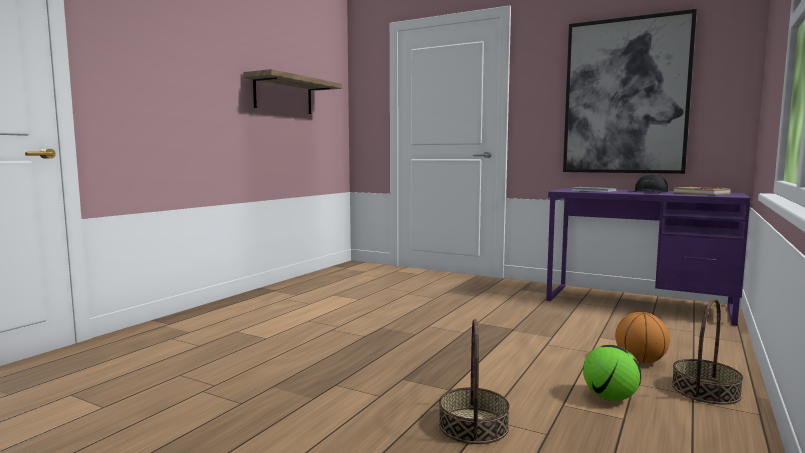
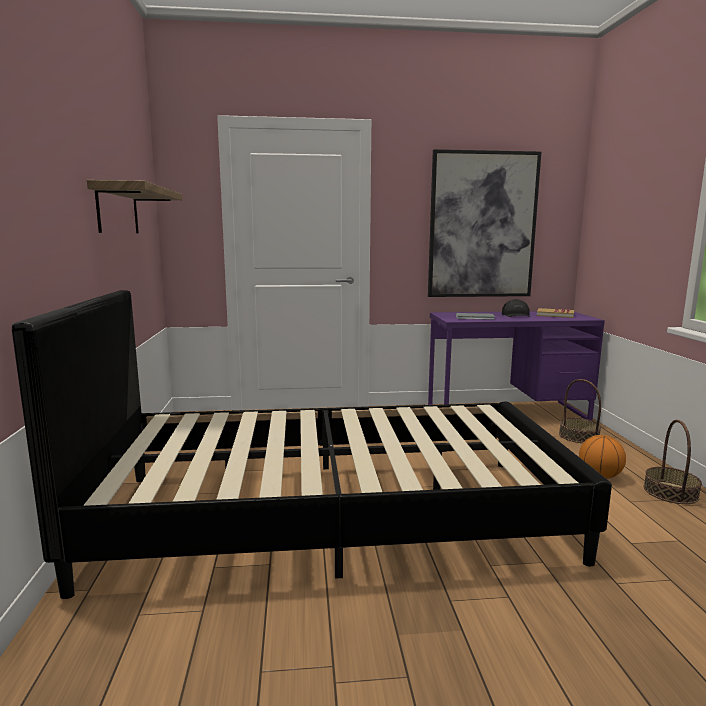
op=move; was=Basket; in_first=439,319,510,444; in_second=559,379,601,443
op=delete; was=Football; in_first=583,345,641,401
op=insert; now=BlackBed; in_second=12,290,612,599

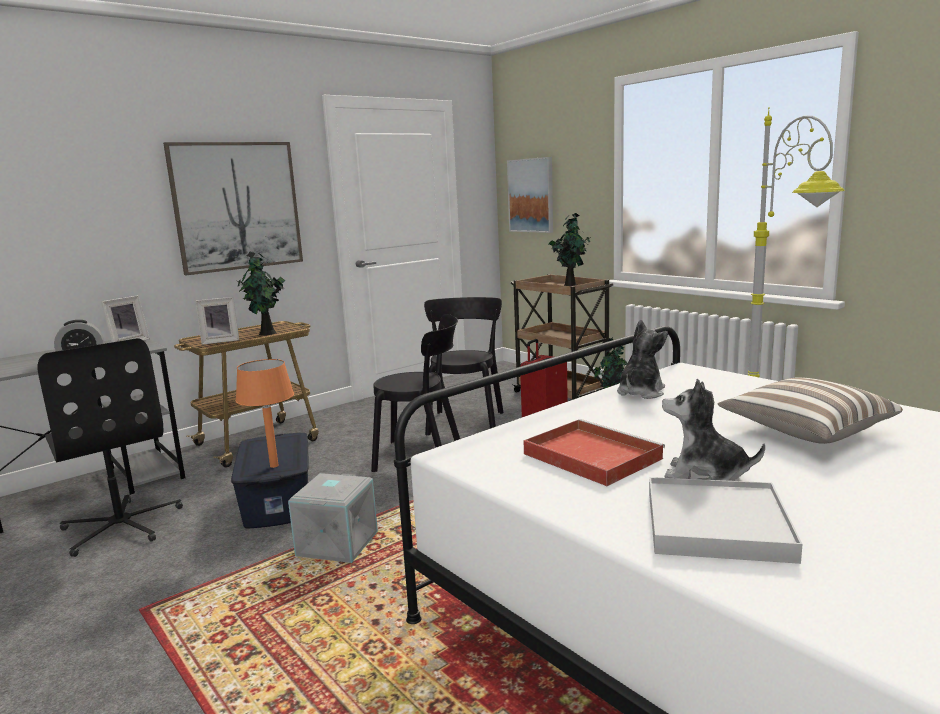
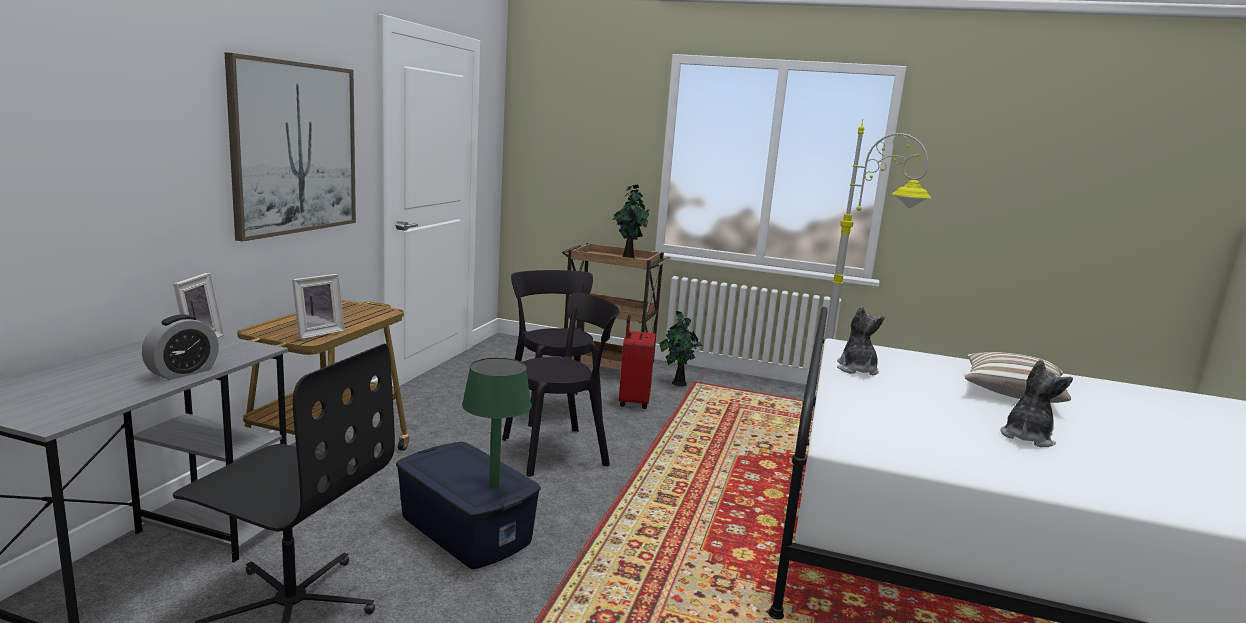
op=recolor; was=OrangeTableLamp; now=GreenTableLamp; in_first=236,359,294,468; in_second=462,358,532,489
op=delete; was=PottedPlant; in_first=237,252,285,335
op=delete; was=GreyStorageBox; in_first=288,473,378,563
op=delete; was=Picture; in_first=507,157,553,233
op=delete; was=RedTray; in_first=523,419,665,486
op=delete; was=WhiteTray; in_first=649,477,803,564
op=rotate; was=PlushToy; in_first=662,379,765,481; in_second=1000,359,1073,447; clockwise=135

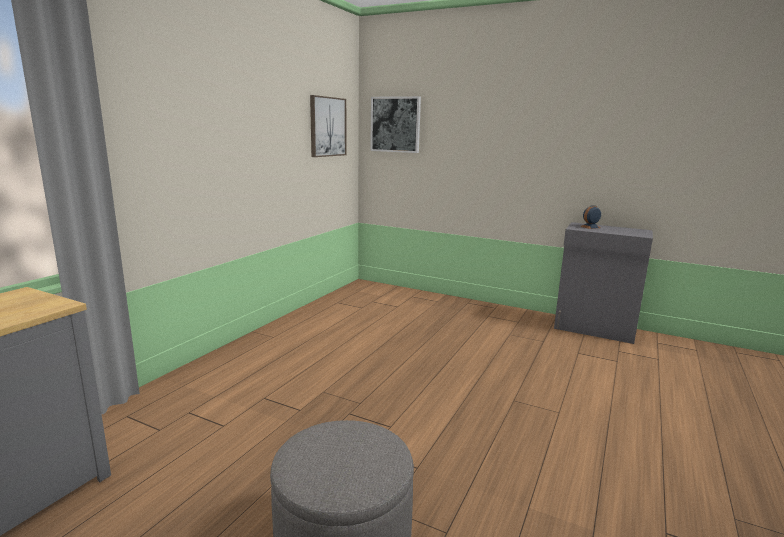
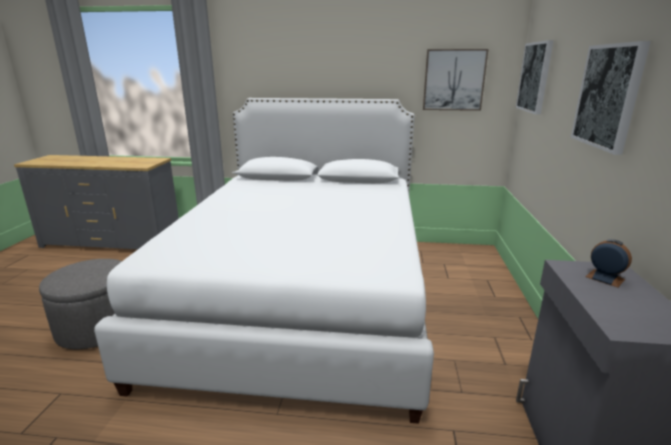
op=insert; now=WhiteBed; in_second=94,98,434,424
op=insert; now=Picture; in_second=571,41,651,155

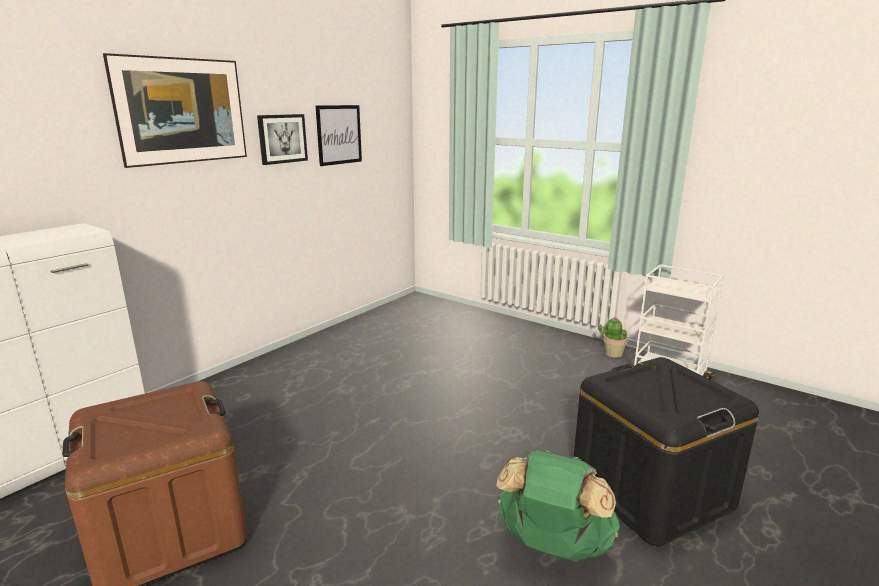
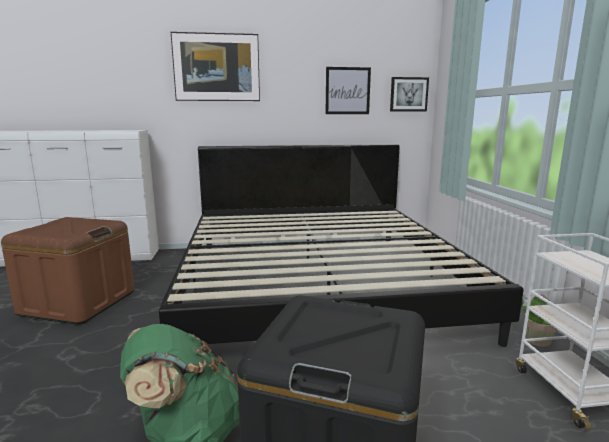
op=move; was=Picture; in_first=257,114,308,165; in_second=390,77,429,111
op=insert; now=Bed; in_second=159,144,524,347

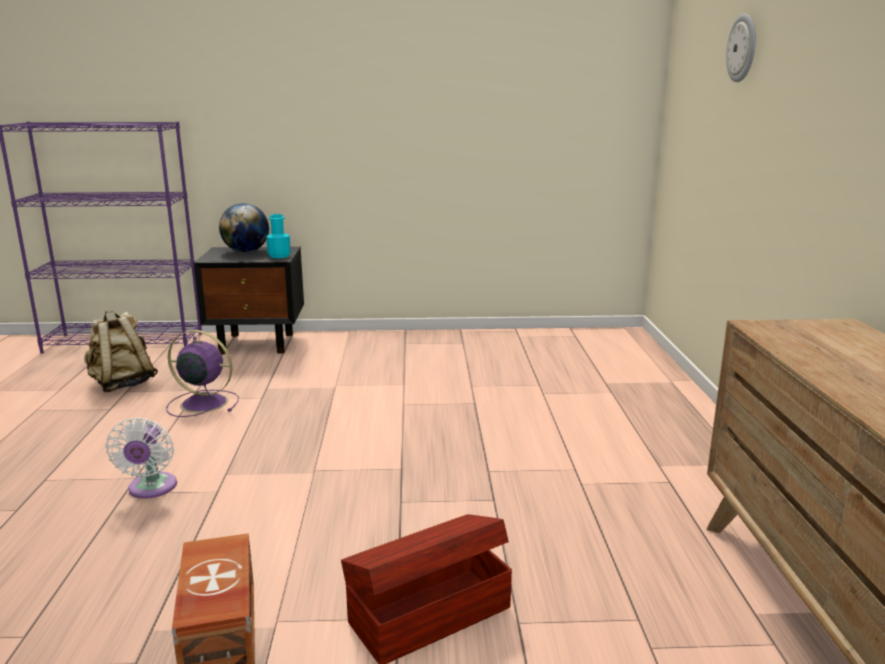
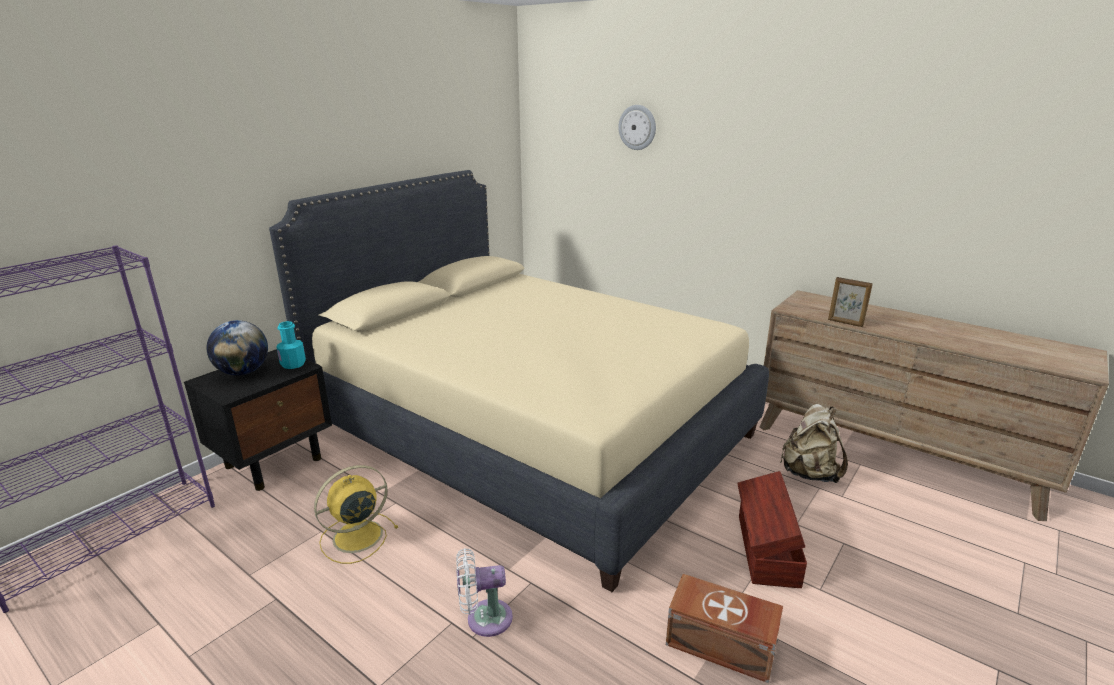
op=move; was=BeigeBackpack; in_first=84,311,158,392; in_second=780,404,848,483
op=rotate; was=WhiteFan; in_first=105,417,177,499; in_second=456,548,513,637; clockwise=135
op=recolor; was=PurpleFan; now=YellowFan; in_first=166,330,239,417; in_second=314,465,398,564
op=insert; now=BeigeBed; in_second=269,170,769,592
op=insert; now=PictureFrame; in_second=828,277,873,327

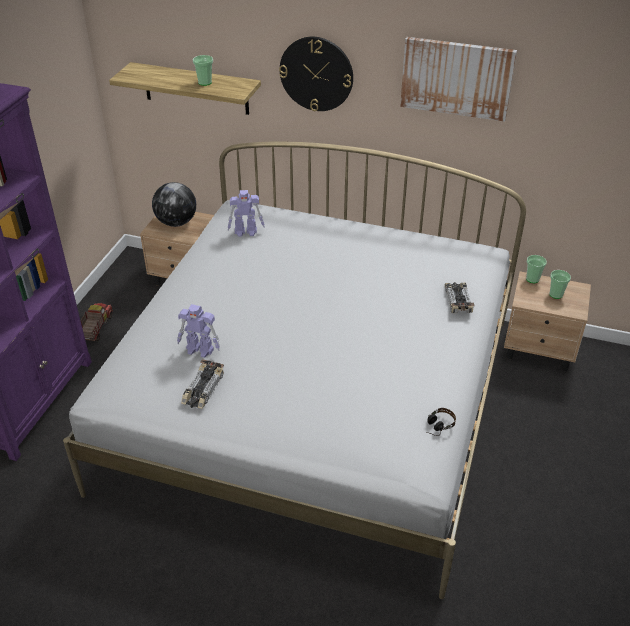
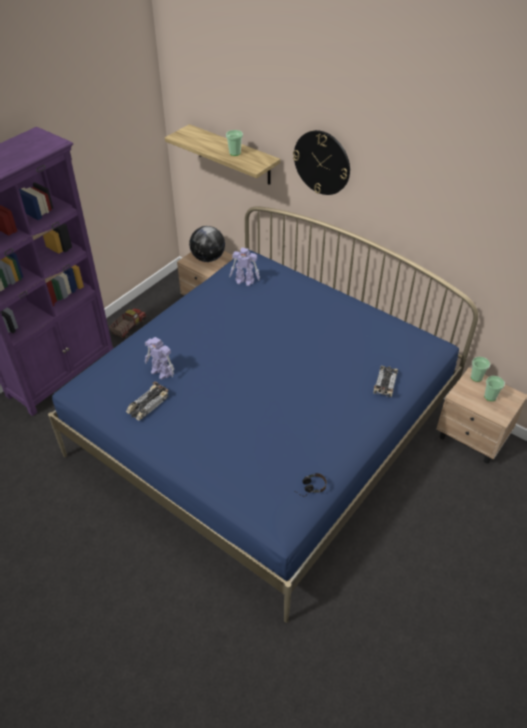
op=recolor; was=WhiteBed; now=BlueBed; in_first=63,142,526,599; in_second=48,206,478,623
op=delete; was=Picture; in_first=400,37,517,122

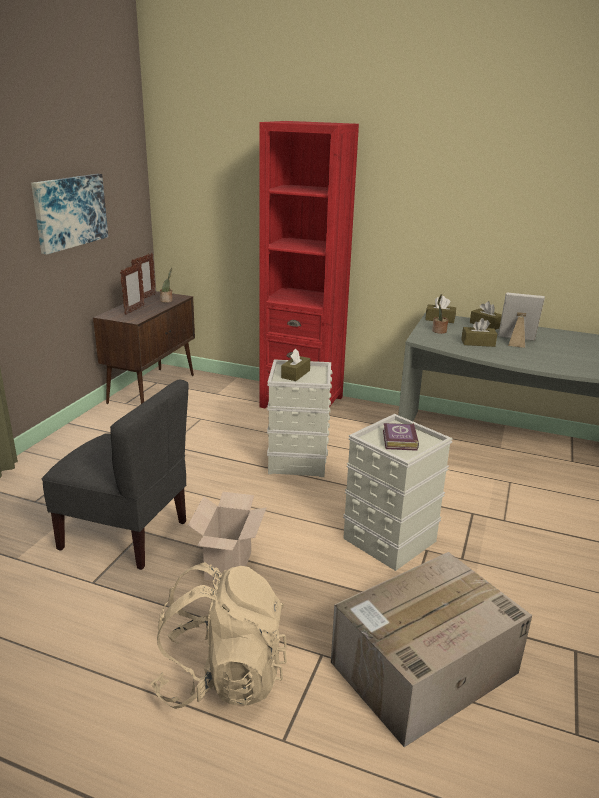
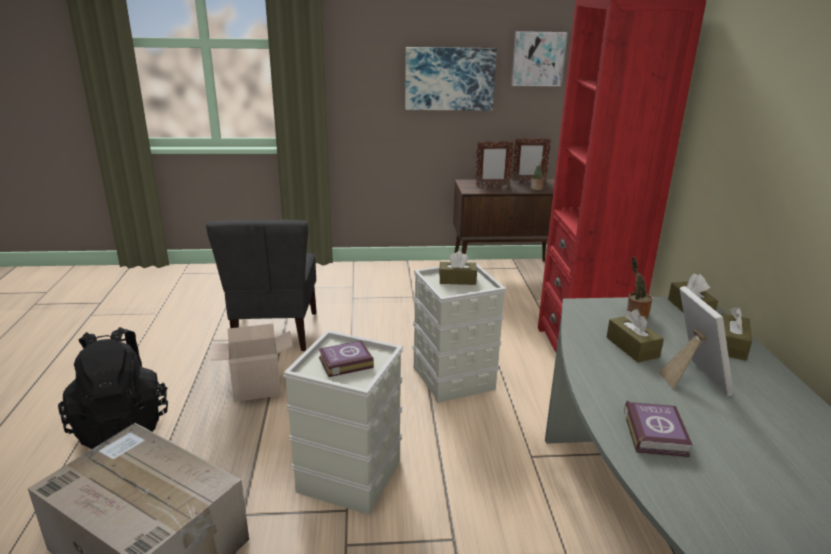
op=recolor; was=BeigeBackpack; now=BlackBackpack; in_first=150,562,287,709; in_second=58,327,168,449
op=insert; now=Picture; in_second=511,31,568,87
op=insert; now=Book; in_second=624,401,692,457

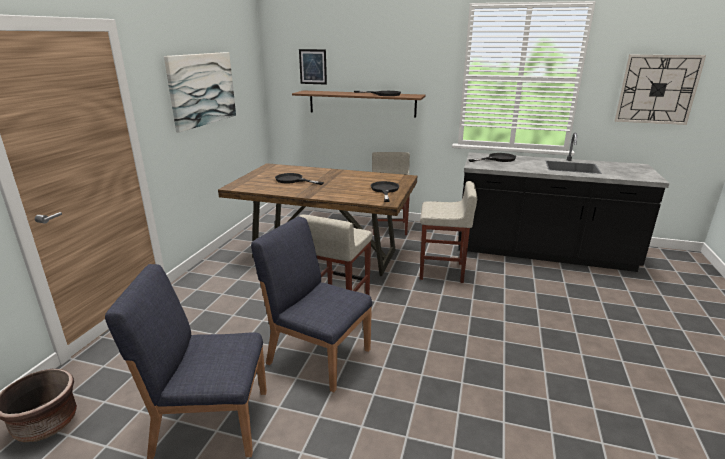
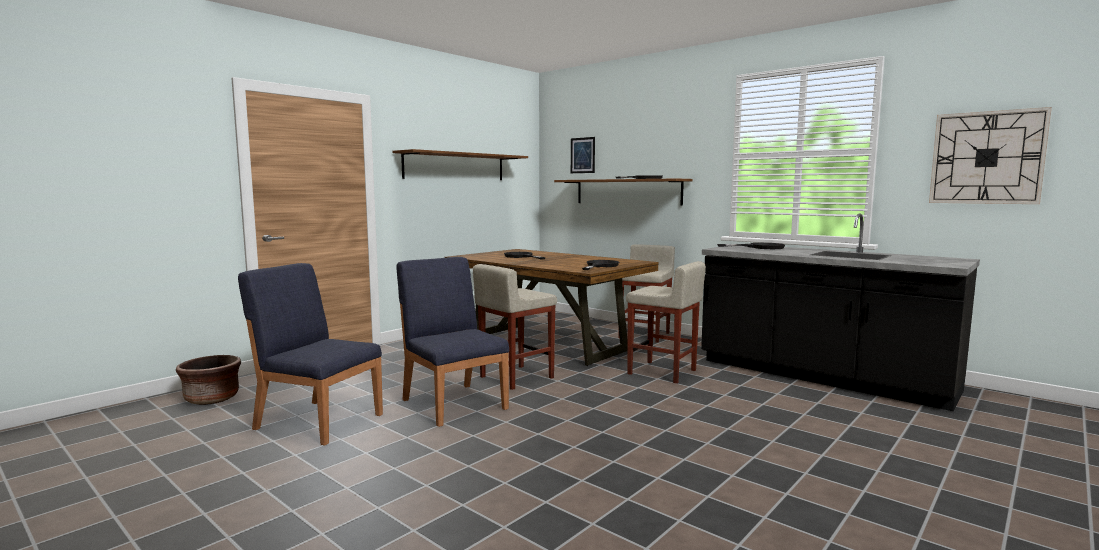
op=replace; was=Picture; now=Shelf; in_first=164,52,236,132; in_second=393,149,528,180

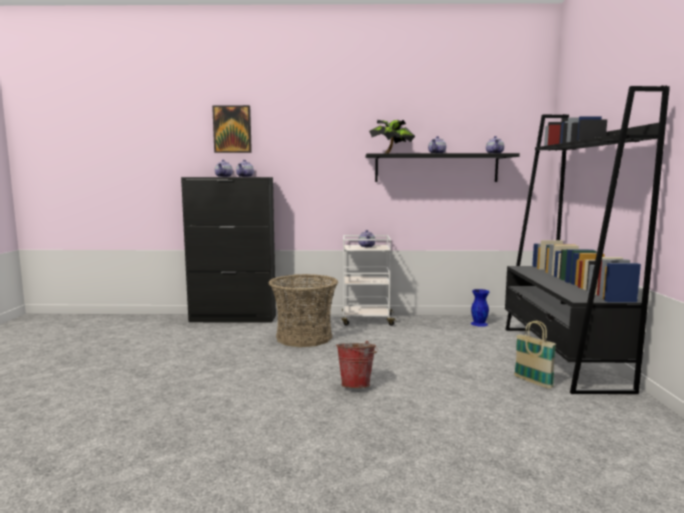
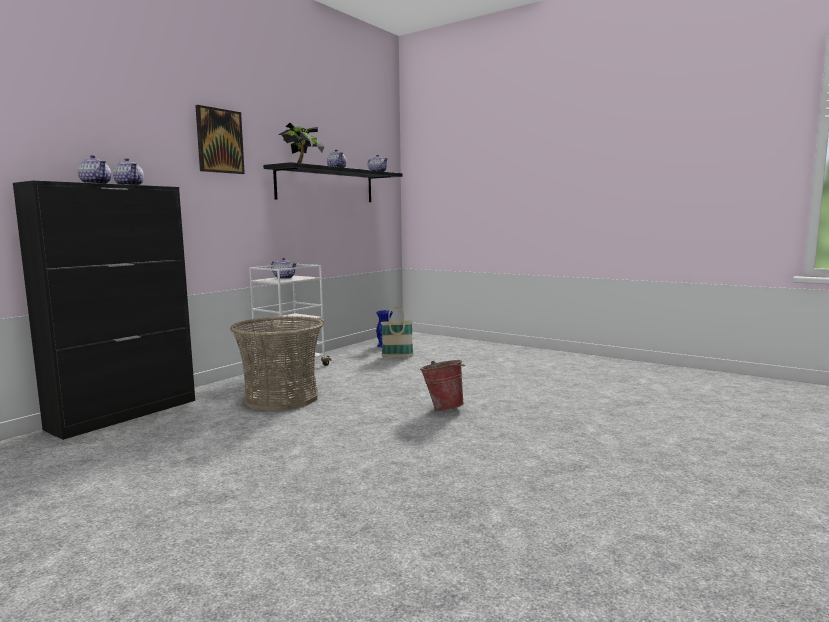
op=move; was=Picture; in_first=212,105,252,153; in_second=195,105,245,174
op=delete; was=BlackBookcase; in_first=505,86,670,394
op=move; was=Basket; in_first=514,321,556,389; in_second=381,307,414,357

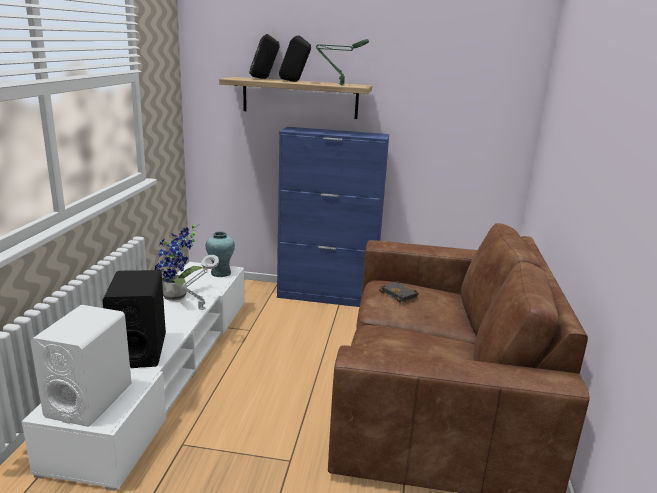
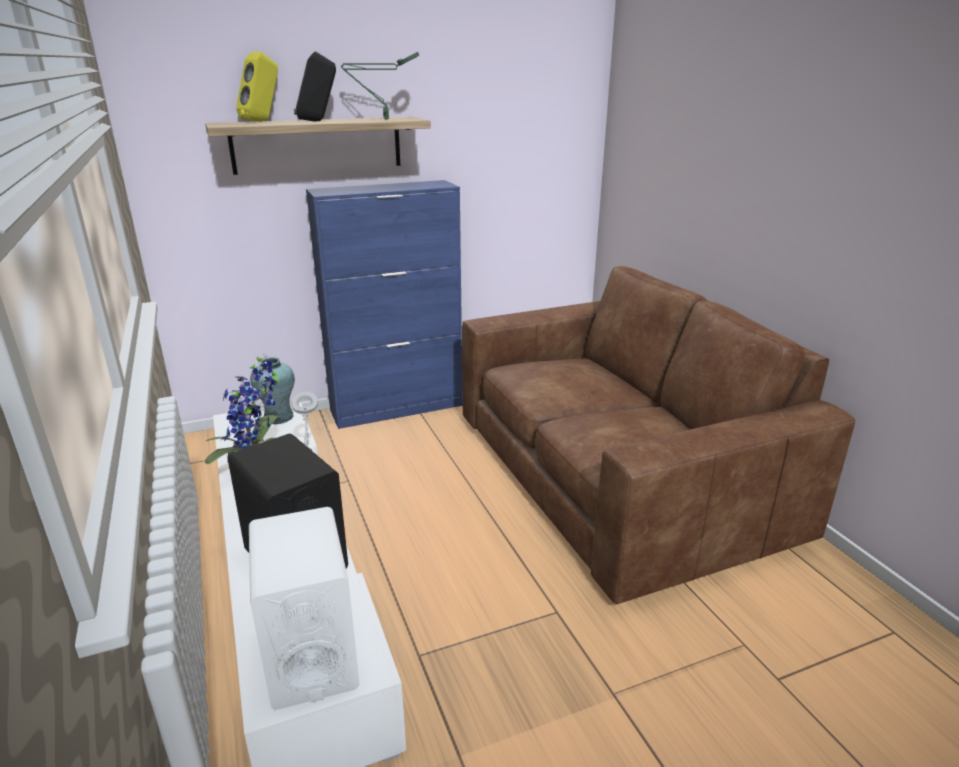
op=recolor; was=BlackSpeaker; now=YellowSpeaker; in_first=249,34,280,79; in_second=236,51,278,122
op=delete; was=BlackBook; in_first=379,281,419,303

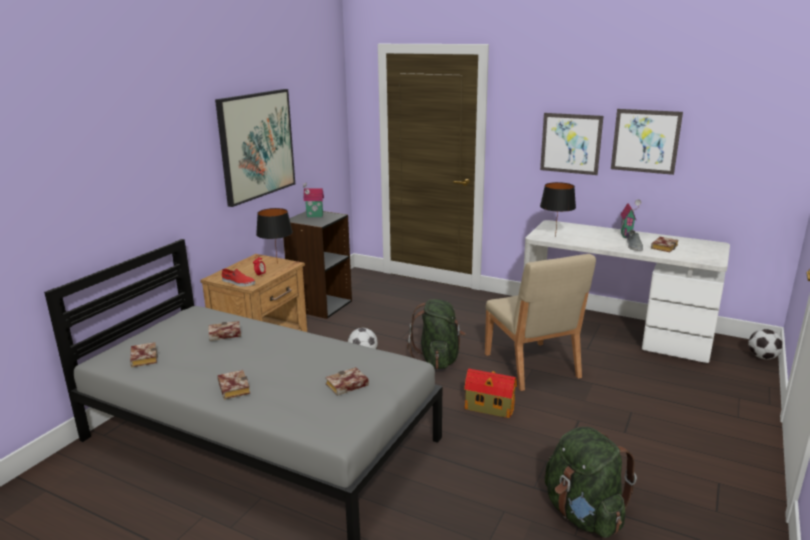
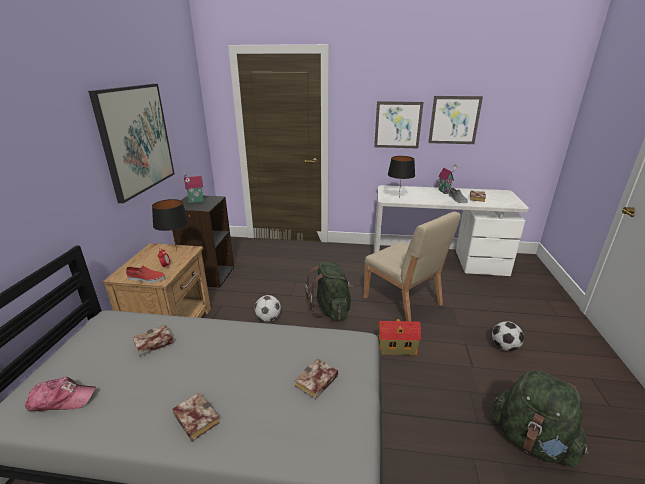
op=replace; was=Book; now=Cap; in_first=130,342,158,368; in_second=25,377,96,411
op=move; was=Football; in_first=748,329,783,359; in_second=492,321,524,351

